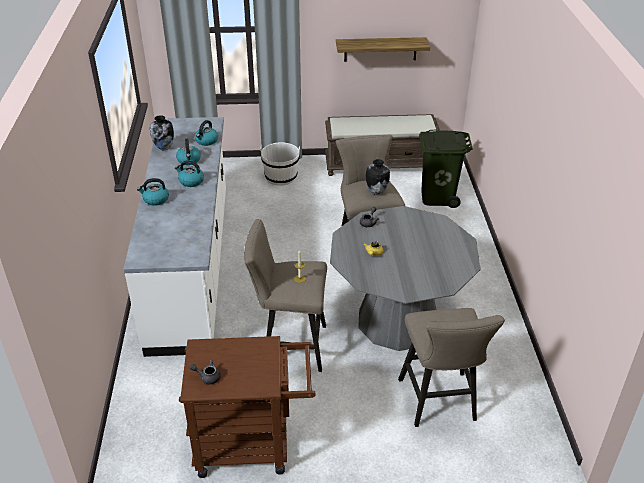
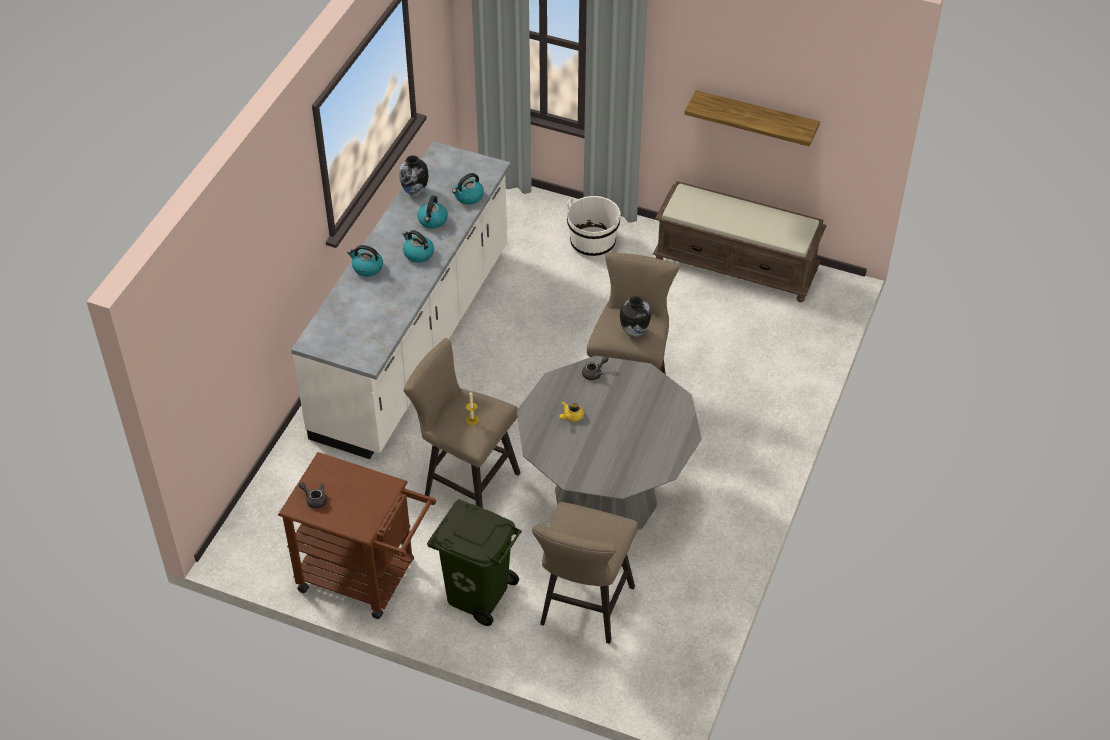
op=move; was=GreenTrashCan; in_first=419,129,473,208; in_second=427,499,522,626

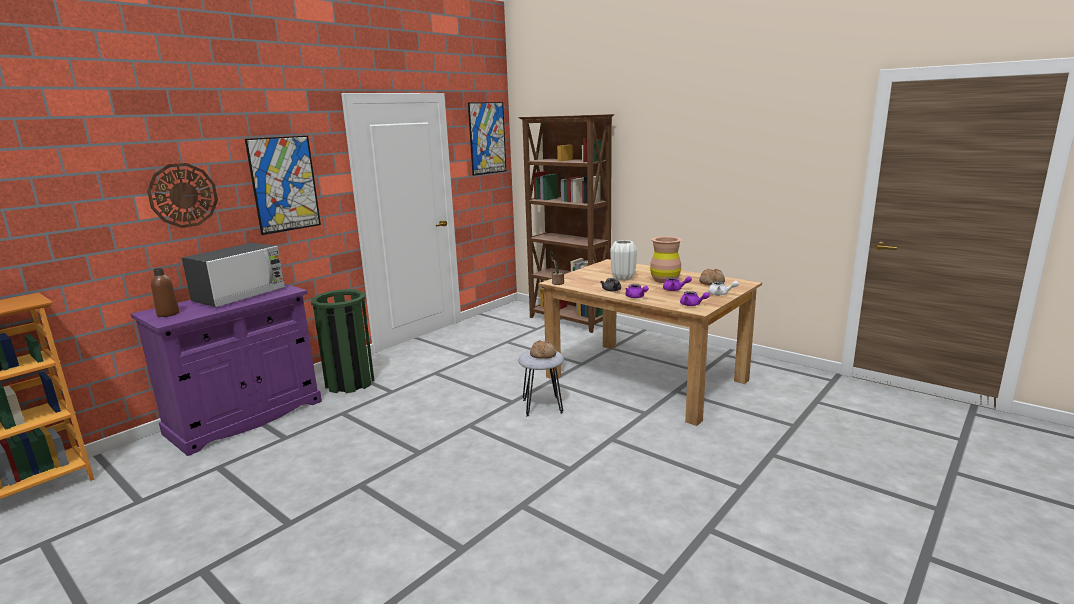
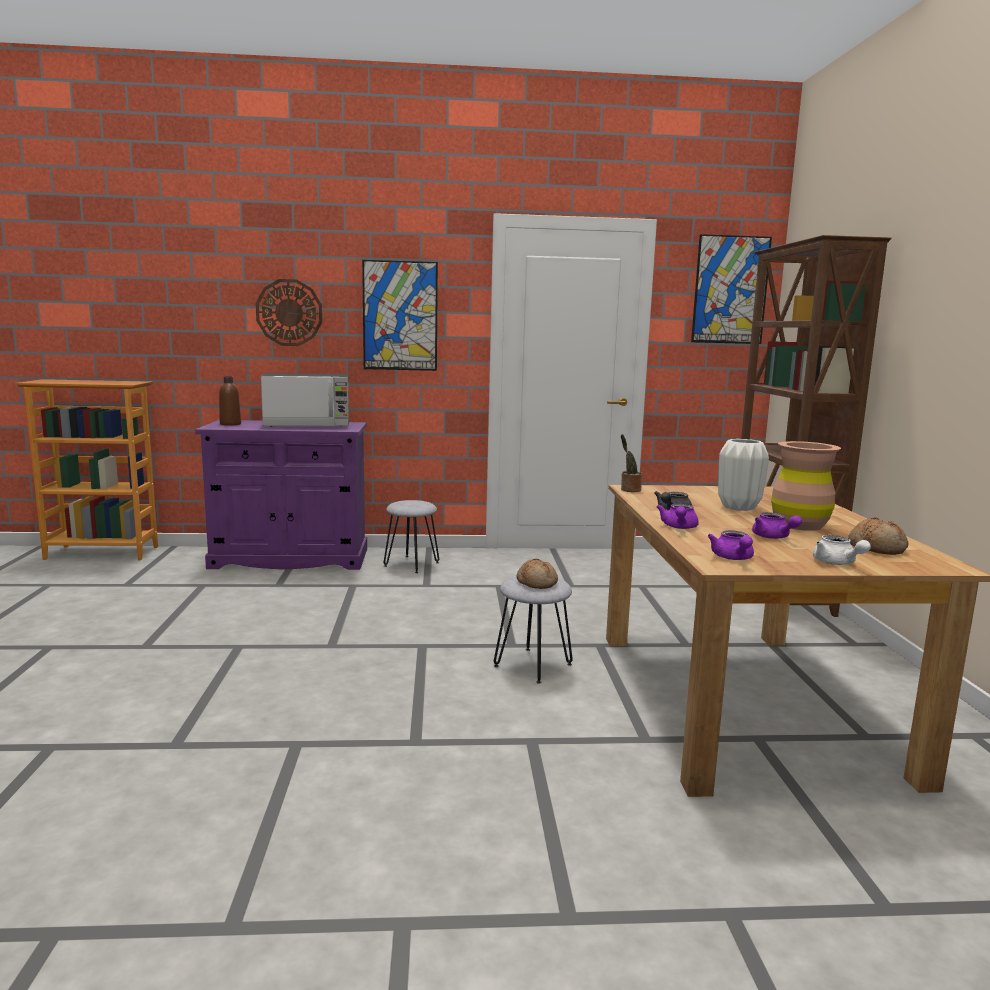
op=replace; was=GreenTrashCan; now=GreyStool; in_first=311,289,374,393; in_second=383,500,439,573

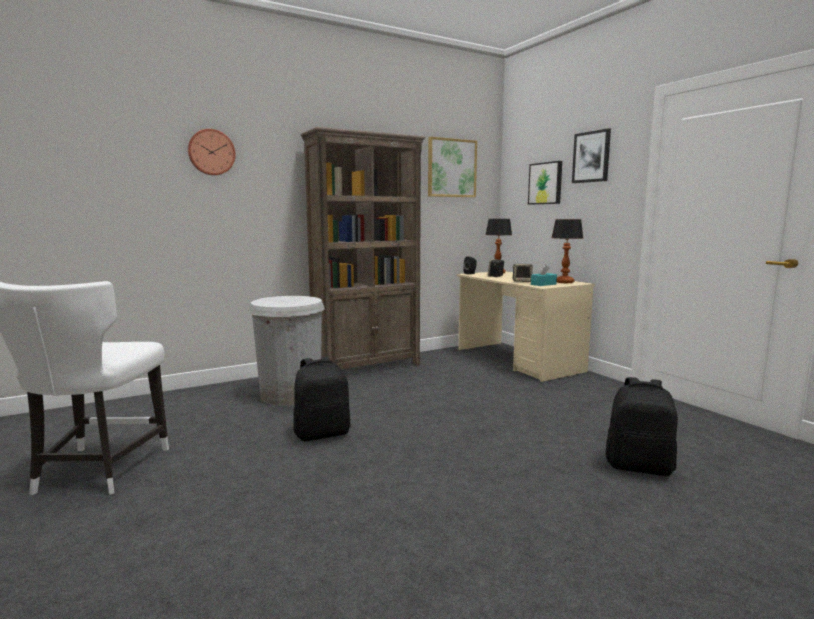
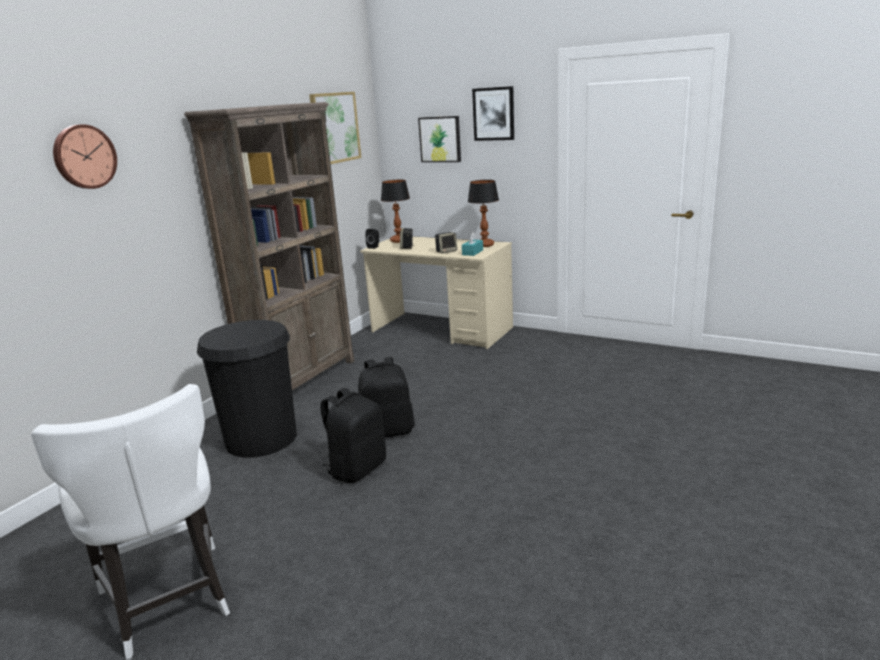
op=recolor; was=WhiteTrashCan; now=BlackTrashCan; in_first=249,296,325,406; in_second=197,320,297,458
op=move; was=BlackBackpack; in_first=606,377,678,476; in_second=358,357,415,438

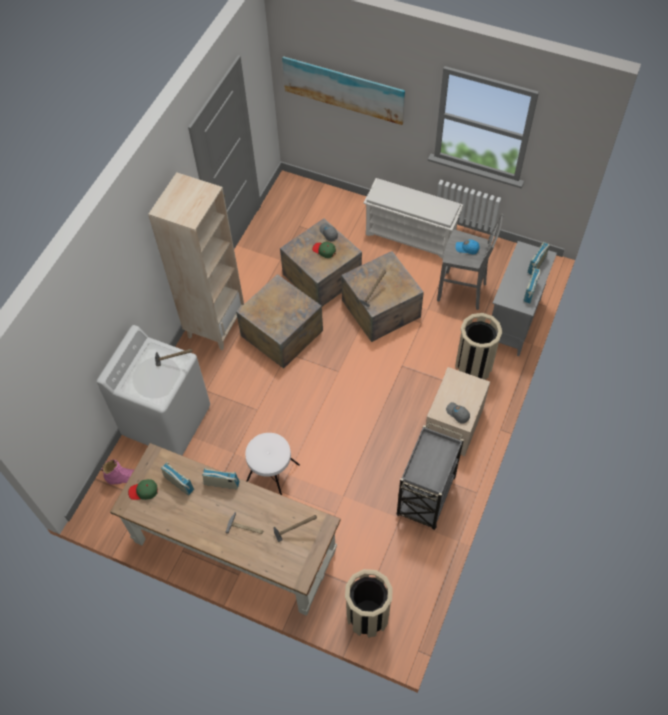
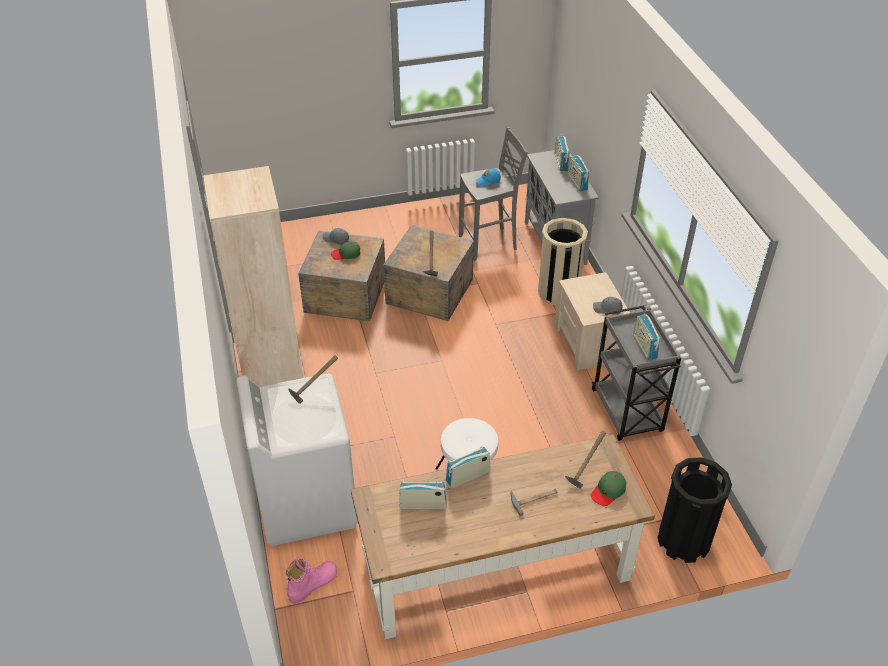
op=move; was=GreenCap; in_first=128,479,158,500; in_second=590,471,626,506
op=delete; was=Crate; in_first=236,274,323,369
op=delete; was=Picture; in_first=282,56,405,125
op=recolor; was=BeigeTrashCan; now=BlackTrashCan; in_first=345,569,393,638; in_second=658,457,732,563
op=delete; was=WhiteShoeRack; in_first=363,178,463,259
op=insert; now=Radio; in_second=633,314,661,360

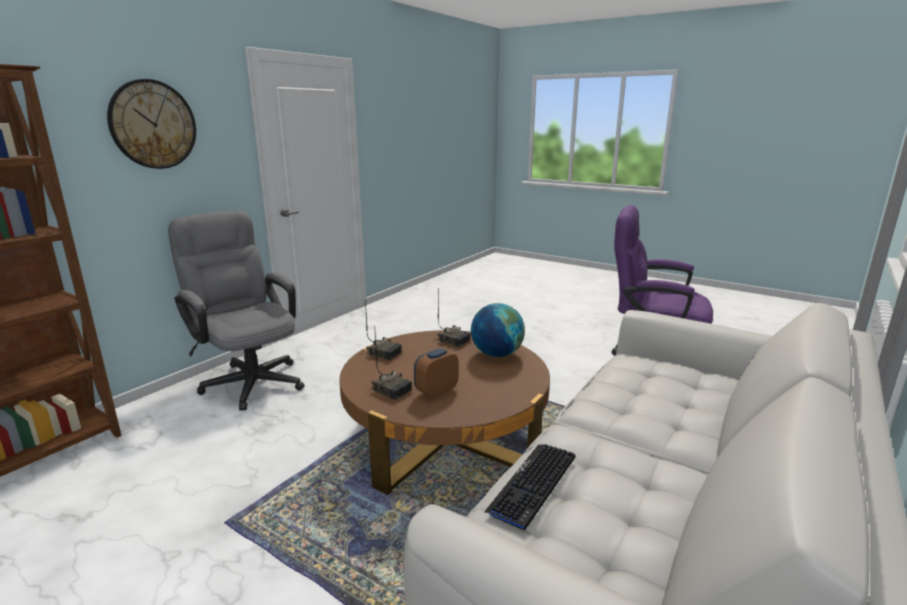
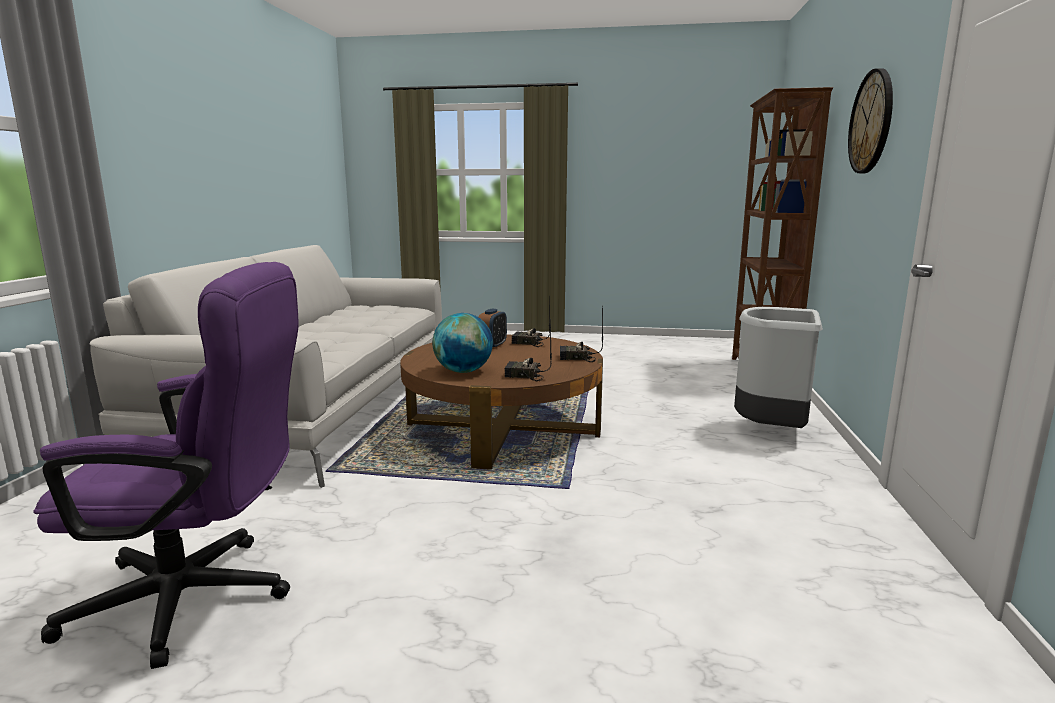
op=replace; was=GreyOfficeChair; now=GreyTrashCan; in_first=168,211,304,411; in_second=734,307,823,428
op=delete; was=Keyboard; in_first=484,444,575,531

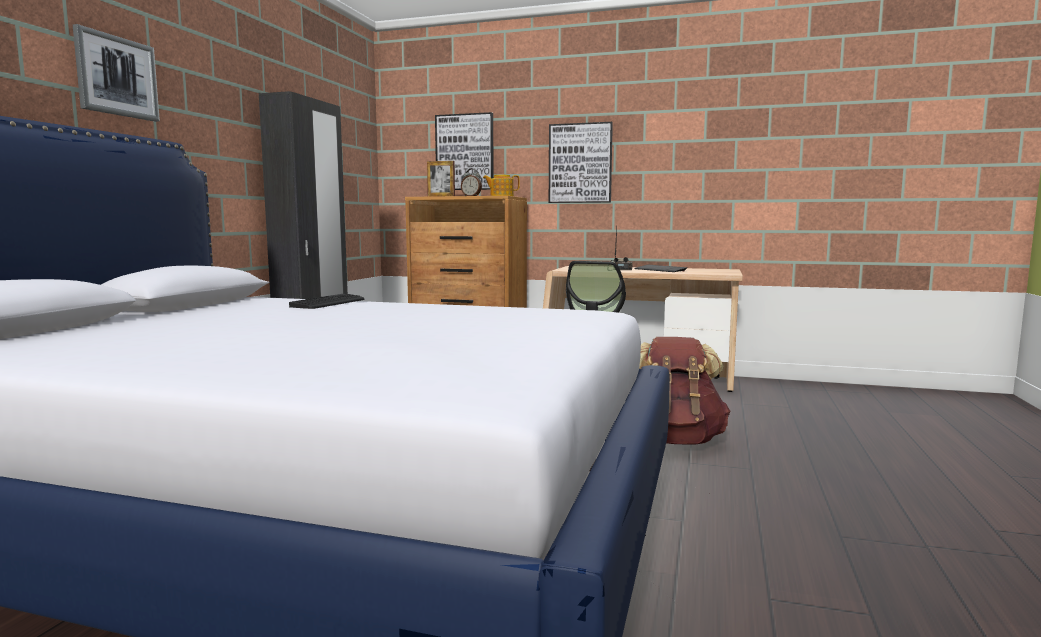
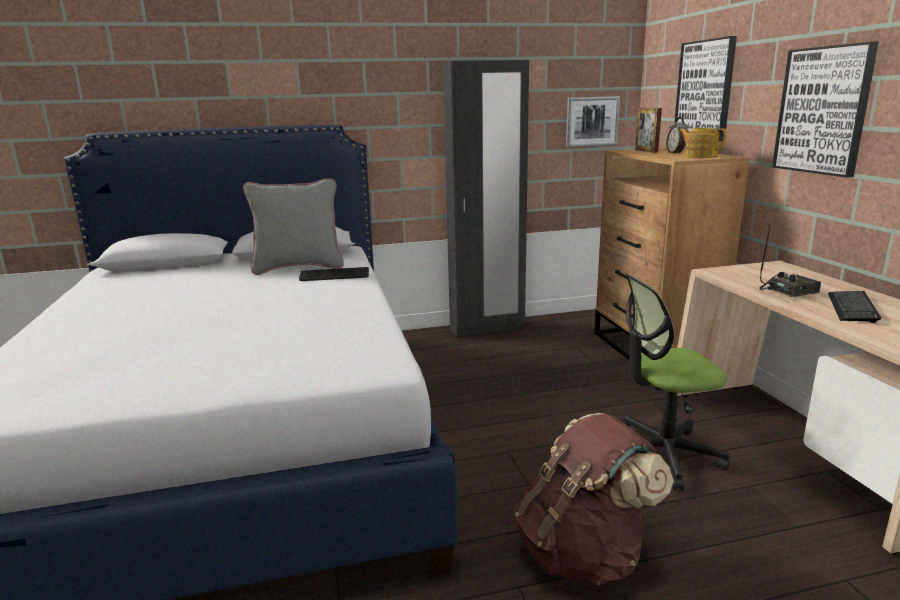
op=move; was=Picture; in_first=73,24,160,122; in_second=566,96,620,148
op=insert; now=GreyPillow; in_second=243,178,344,275

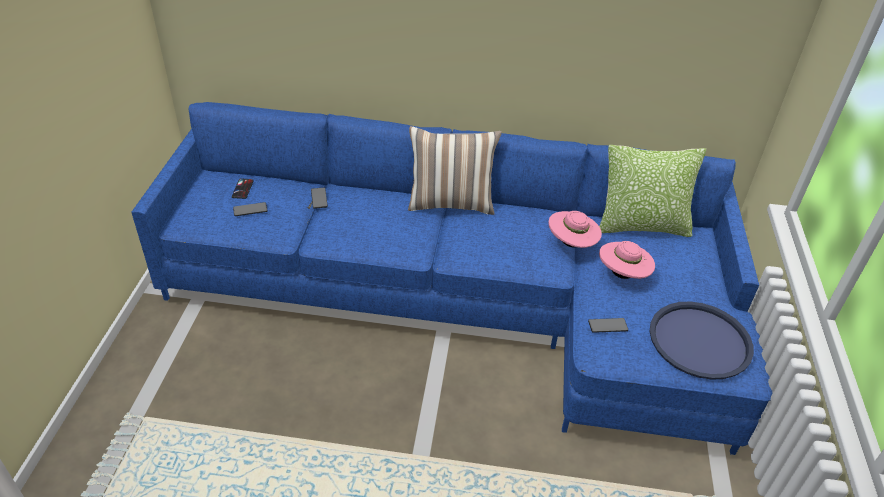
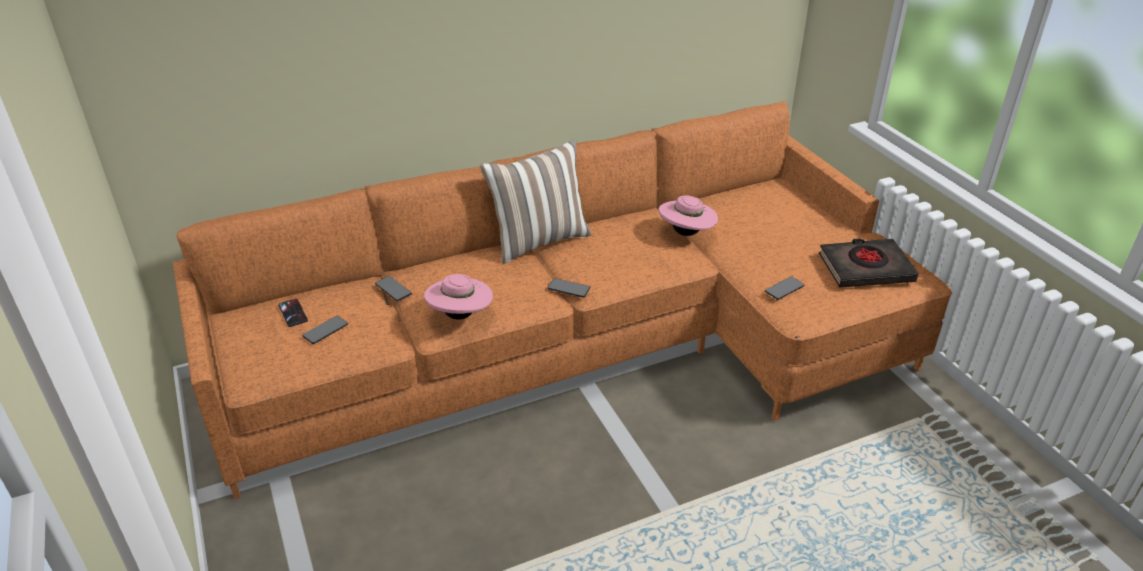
op=recolor; was=BlueSofa; now=OrangeSofa; in_first=131,102,772,455; in_second=173,101,952,499
op=delete; was=Pillow; in_first=599,145,706,237
op=move; was=PinkHat; in_first=599,241,655,279; in_second=424,274,493,320
op=replace; was=BlueTray; now=BlackBook; in_first=650,302,754,380; in_second=819,238,919,288
op=insert; now=Phone; in_second=548,278,590,298

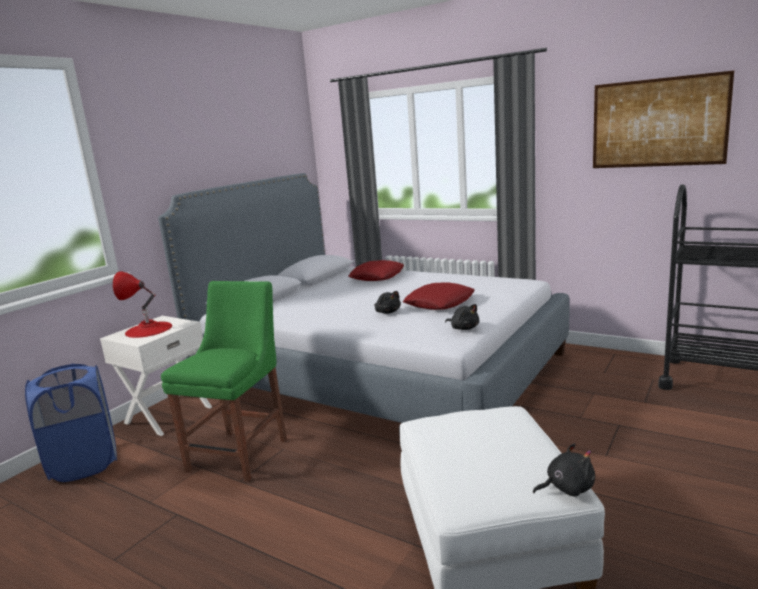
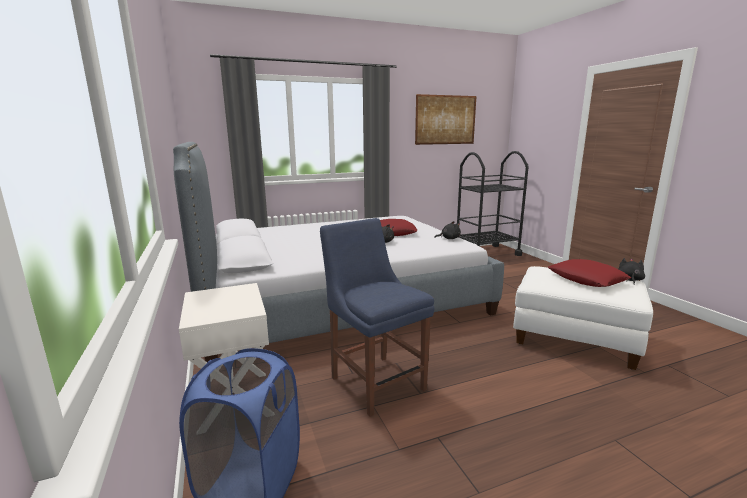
op=delete; was=RedTableLamp; in_first=113,271,172,338
op=recolor; was=GreenChair; now=BlueChair; in_first=161,281,287,482; in_second=320,218,434,417
op=move; was=RedPillow; in_first=348,260,404,281; in_second=548,259,631,287

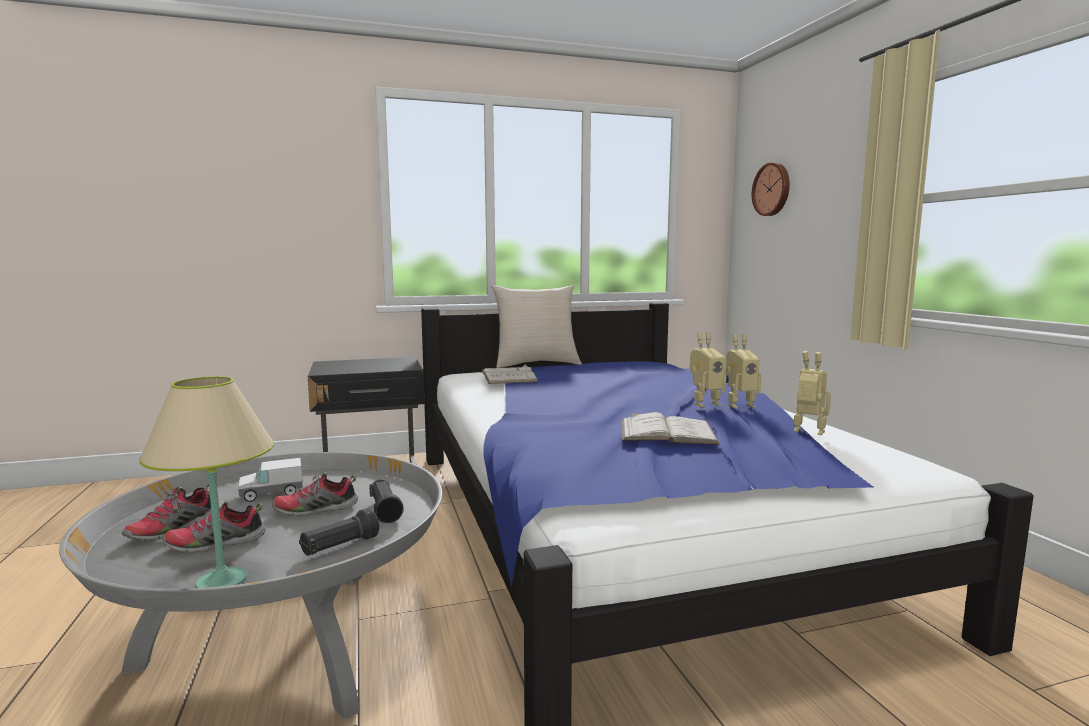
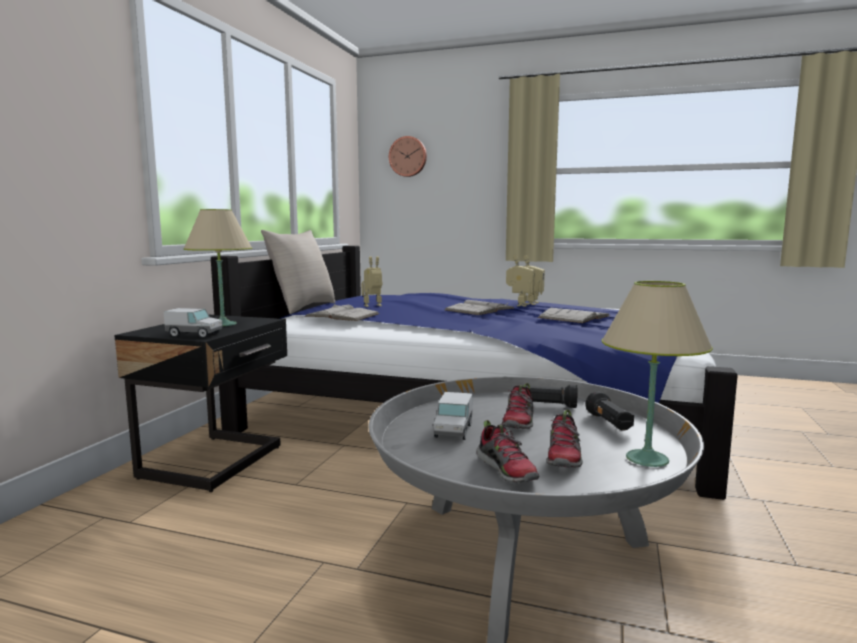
op=move; was=ToyRobot; in_first=794,351,831,435; in_second=362,256,383,307
op=insert; now=ToyTruck; in_second=164,308,222,338
op=insert; now=BeigeTableLamp; in_second=183,209,252,326
op=insert; now=WhiteBook; in_second=445,300,515,315

